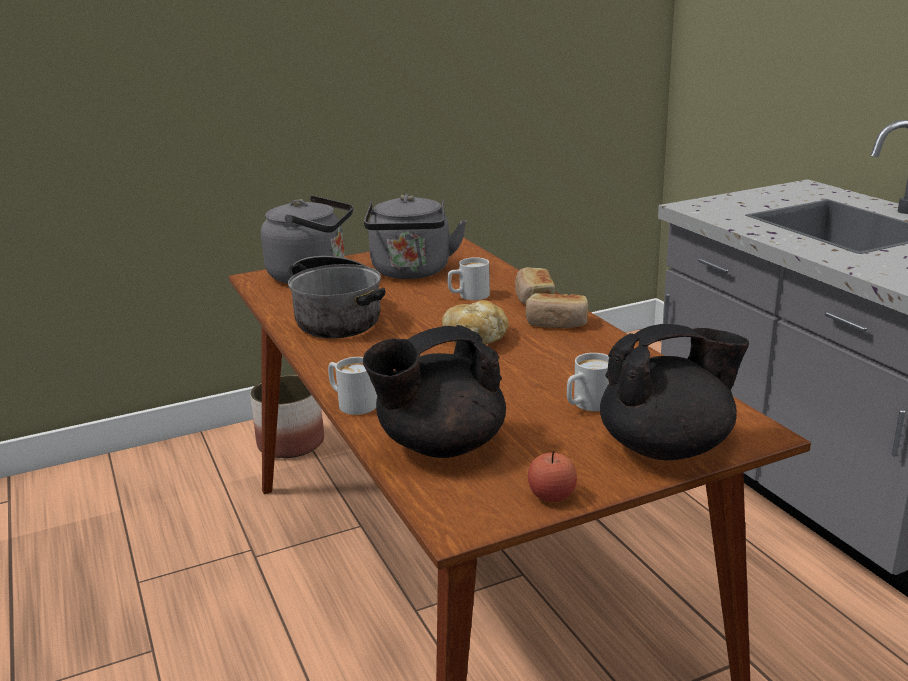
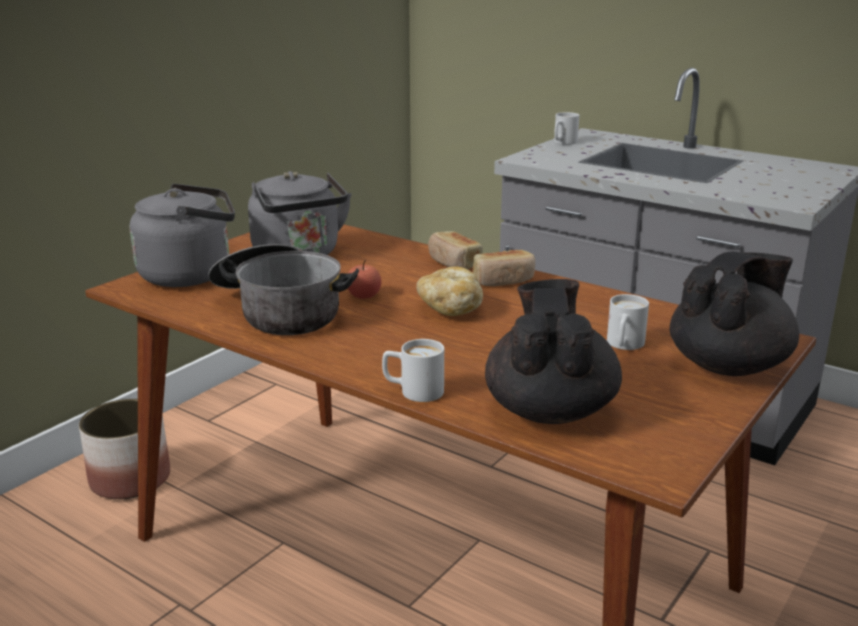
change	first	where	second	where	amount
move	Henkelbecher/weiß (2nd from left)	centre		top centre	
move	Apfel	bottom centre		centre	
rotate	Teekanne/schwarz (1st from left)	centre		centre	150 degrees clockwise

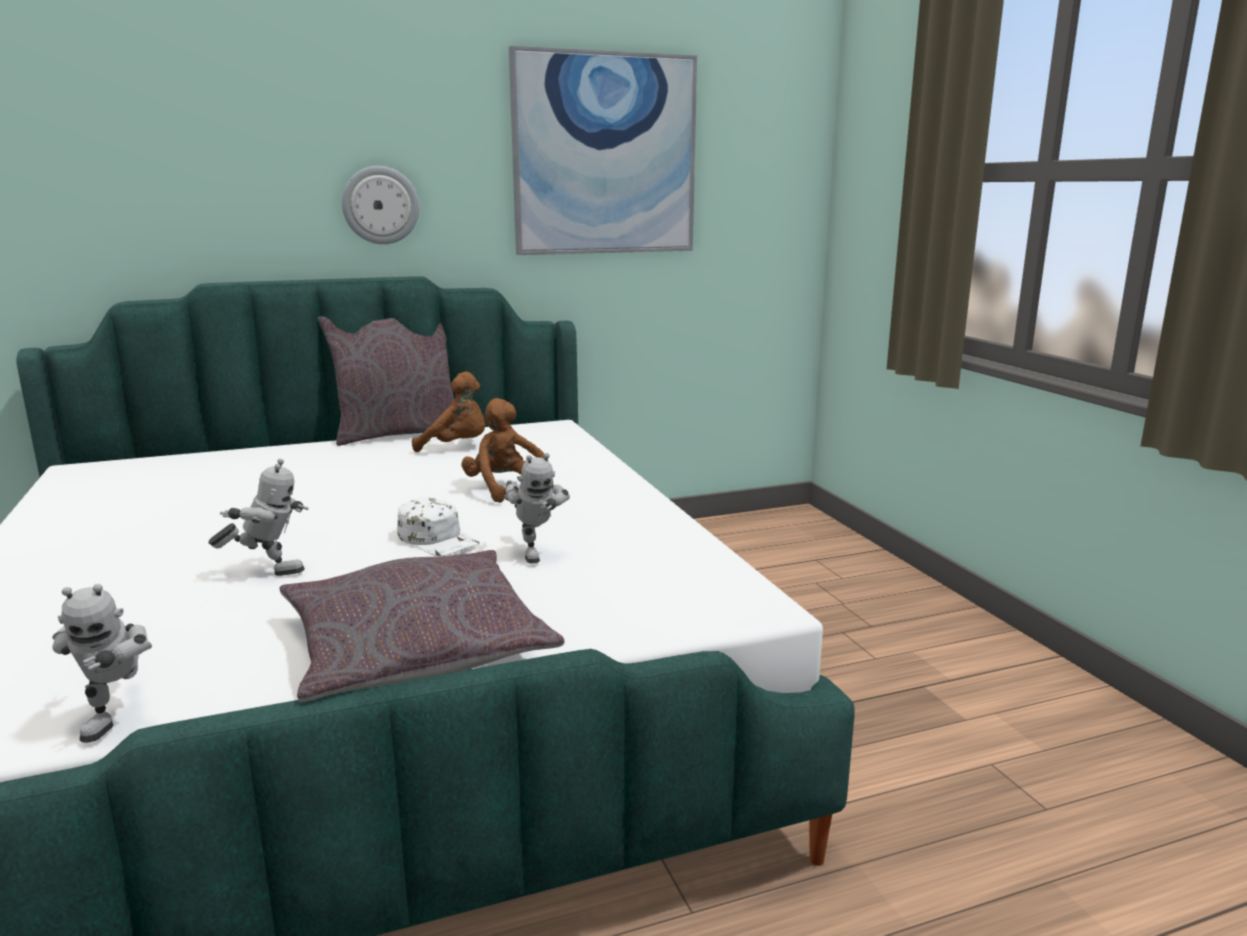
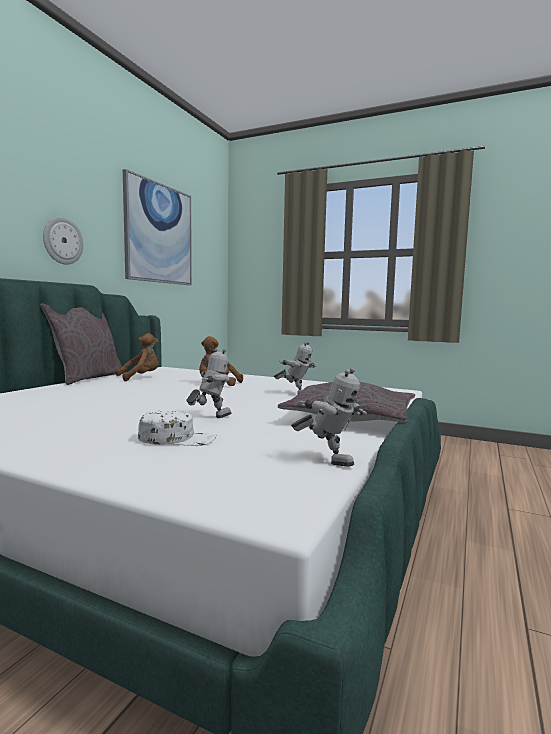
change	first	where	second	where	amount
move	Kappe/weiß	centre		middle left	

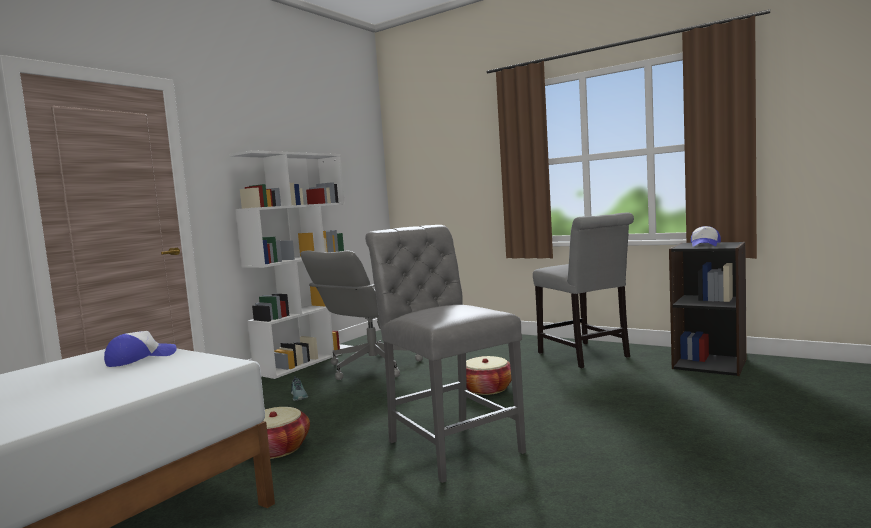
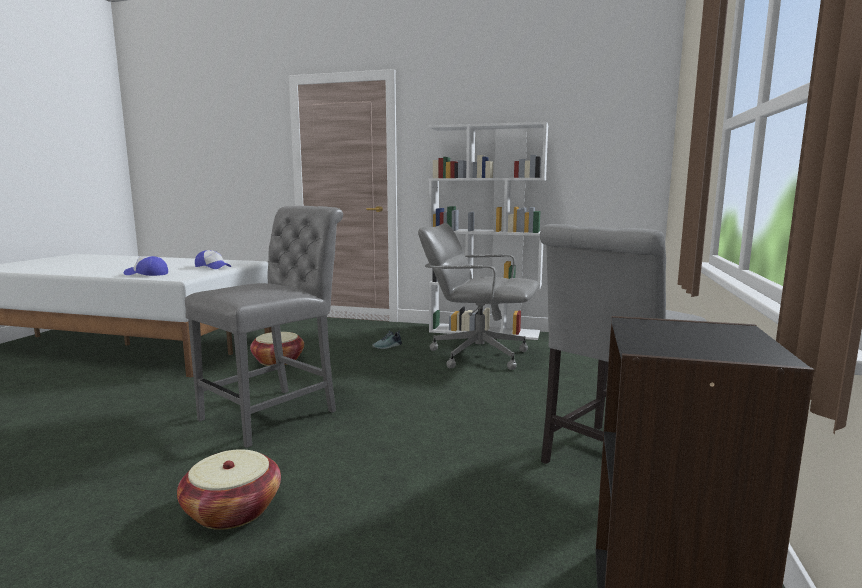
change	first	where	second	where	amount
move	Korb (2nd from left in the first image)	bottom centre	Korb (1st from left)	bottom left	
move	Kappe (2nd from left in the first image)	middle right	Kappe (1st from left)	middle left	

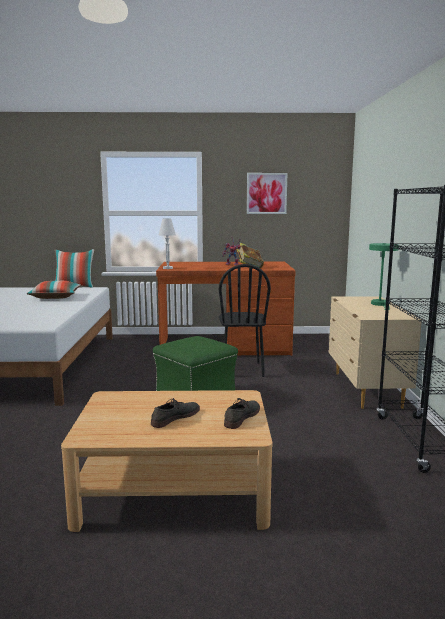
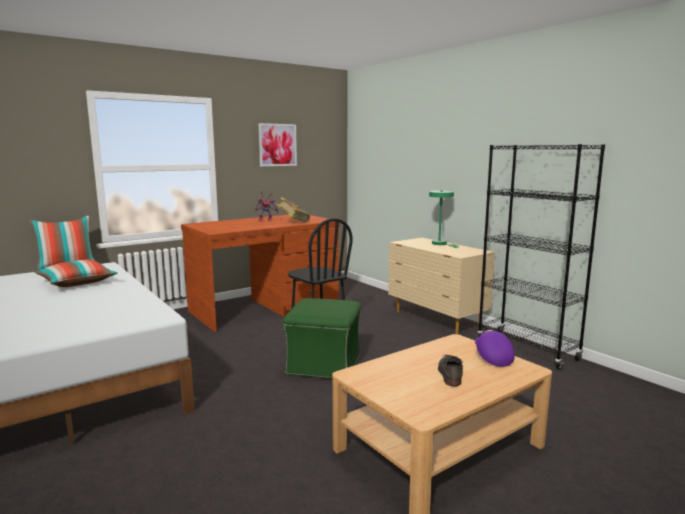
change	first	where	second	where	amount
delete	Tischlampe/weiß	centre			
replace	Schuh/grau (2nd from left)	bottom centre	Kappe/lila	bottom right	

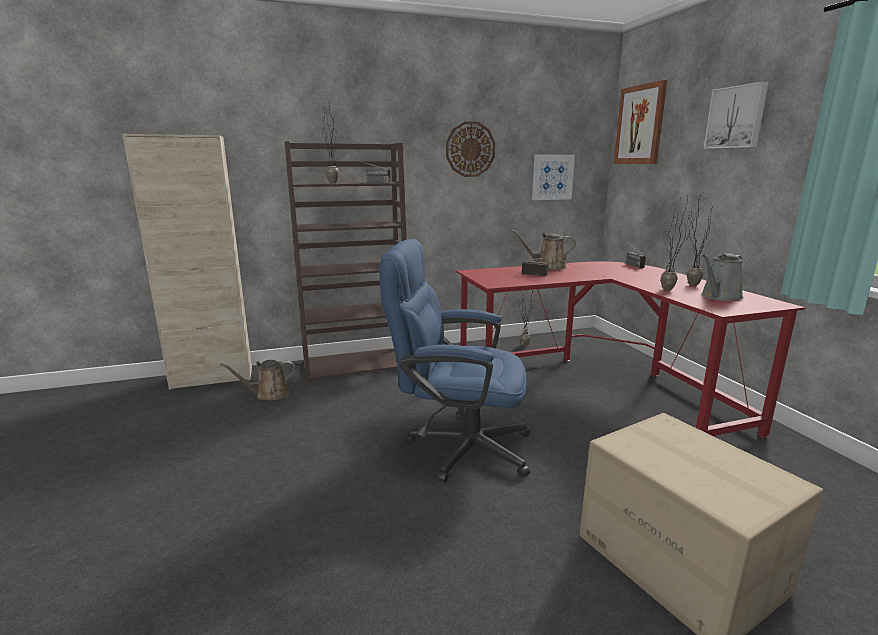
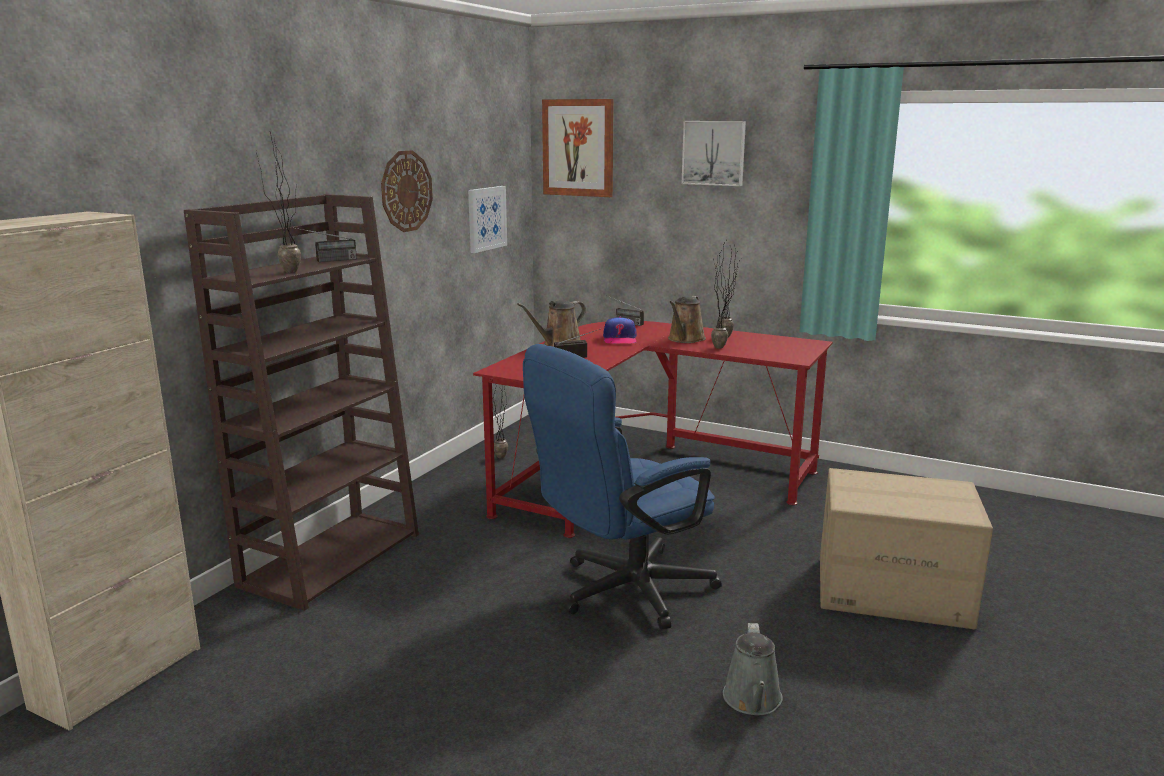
change	first	where	second	where	amount
insert			Kappe	centre	
move	Gießkanne/braun (1st from left in the first image)	middle left	Gießkanne/braun (2nd from left)	centre	
move	Gießkanne/grau	middle right		bottom centre	

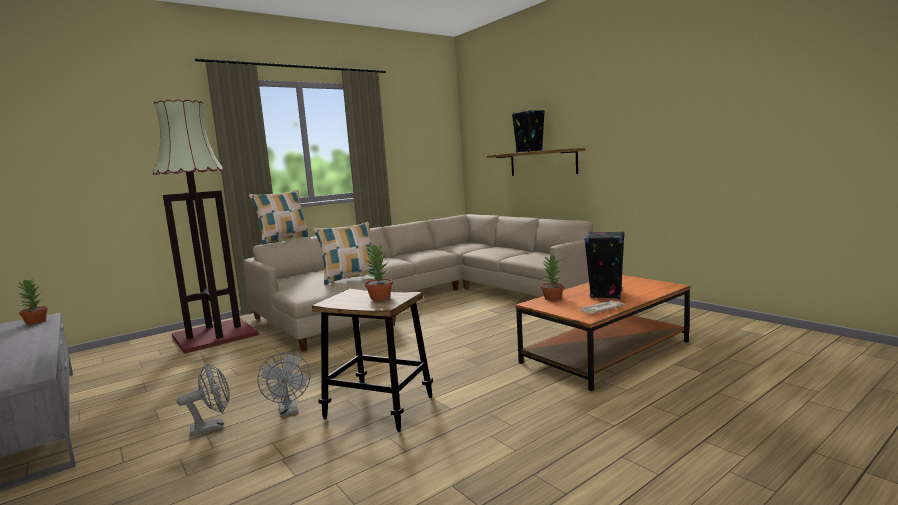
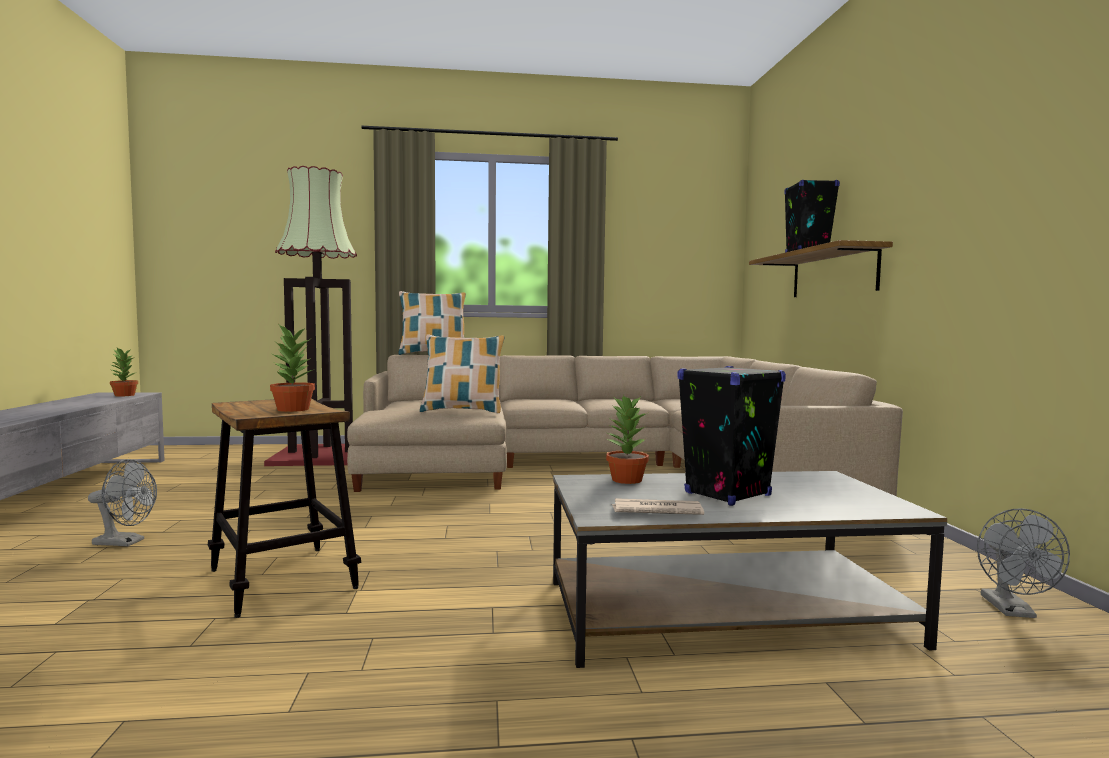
change	first	where	second	where	amount
move	Ventilator/grau (2nd from left)	bottom left		bottom right	
recolor	Couchtisch/orange	middle right	Couchtisch/grau	bottom right	

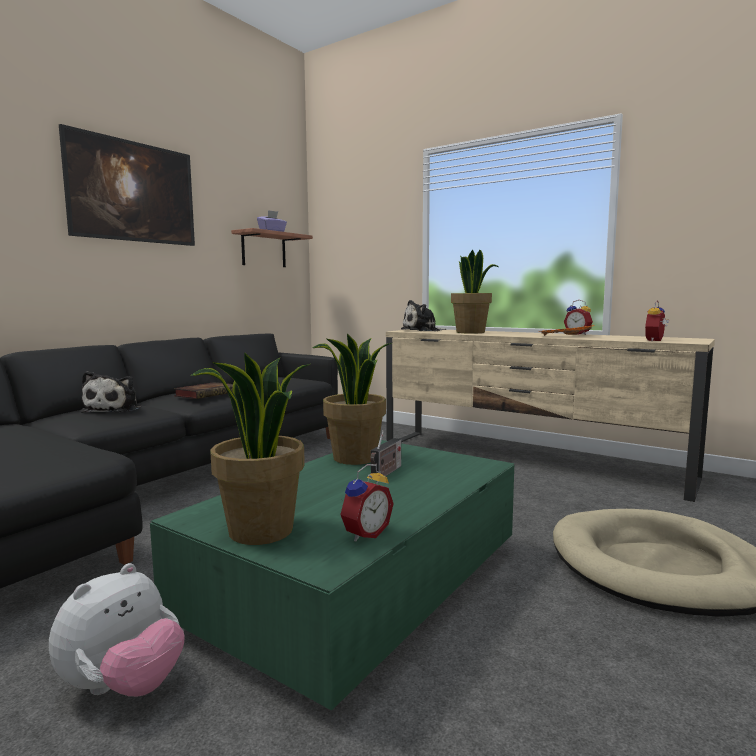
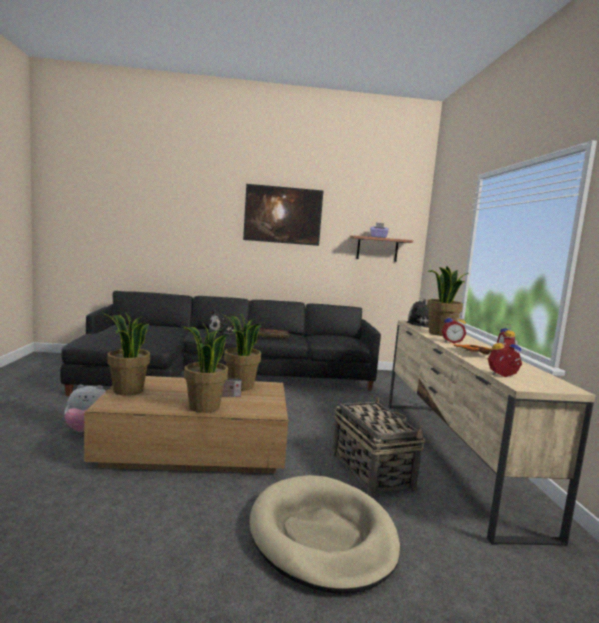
change	first	where	second	where	amount
insert			Topfpflanze (2nd from left)	centre	
insert			Korb	bottom centre	
move	Wecker (1st from left)	centre		middle right	
recolor	Couchtisch/grün	bottom centre	Couchtisch/braun	bottom left	

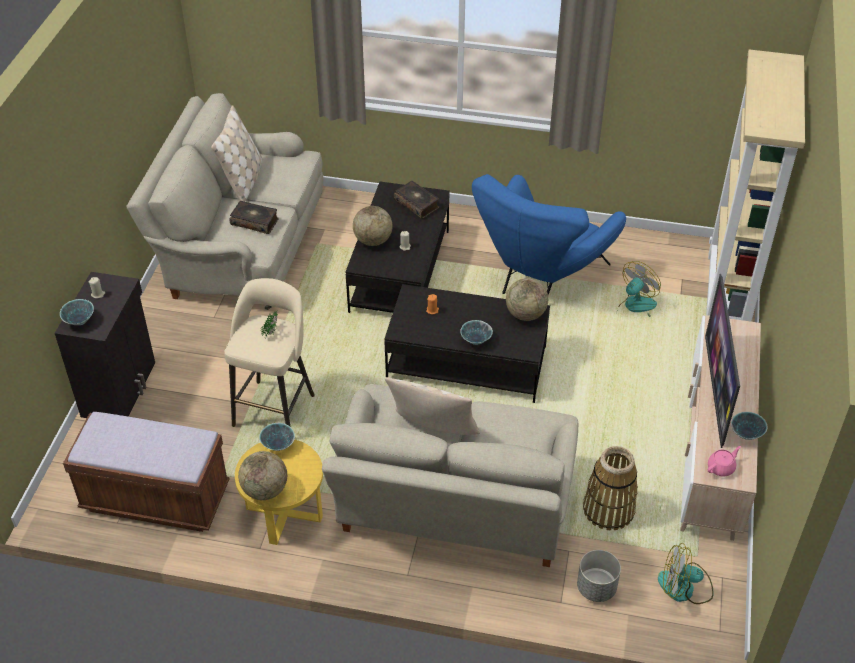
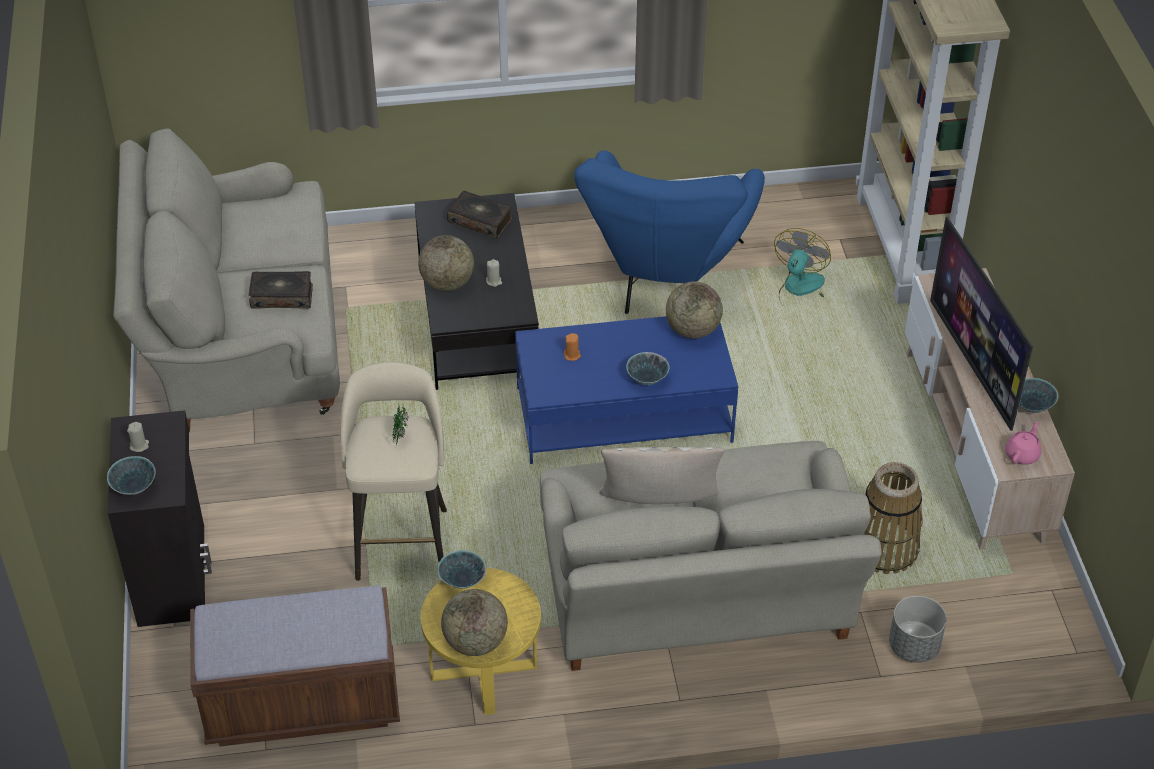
change	first	where	second	where	amount
delete	Kissen/beige (1st from left)	top left			
delete	Ventilator (2nd from left)	bottom right			
recolor	Couchtisch/schwarz (2nd from left)	centre	Couchtisch/blau	centre	

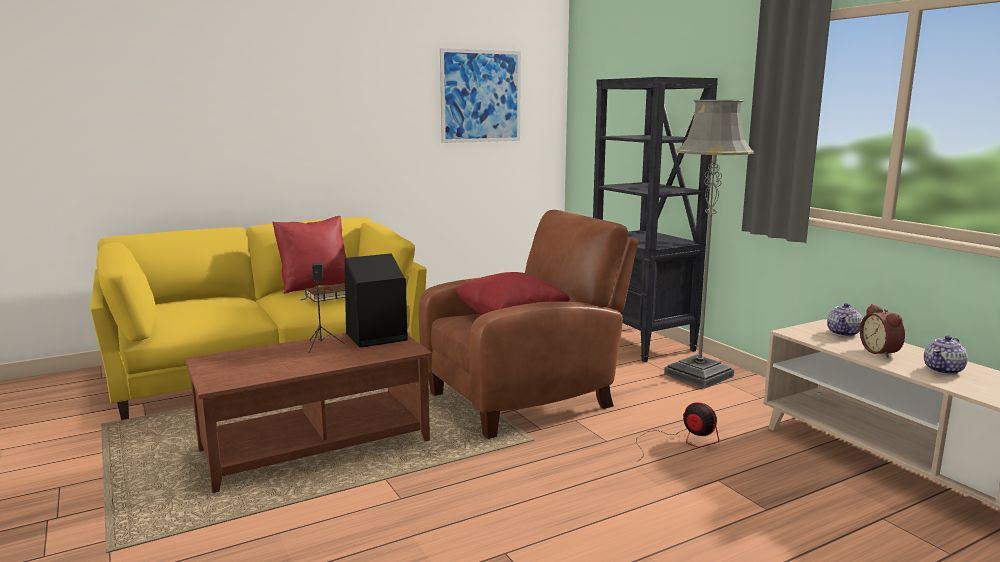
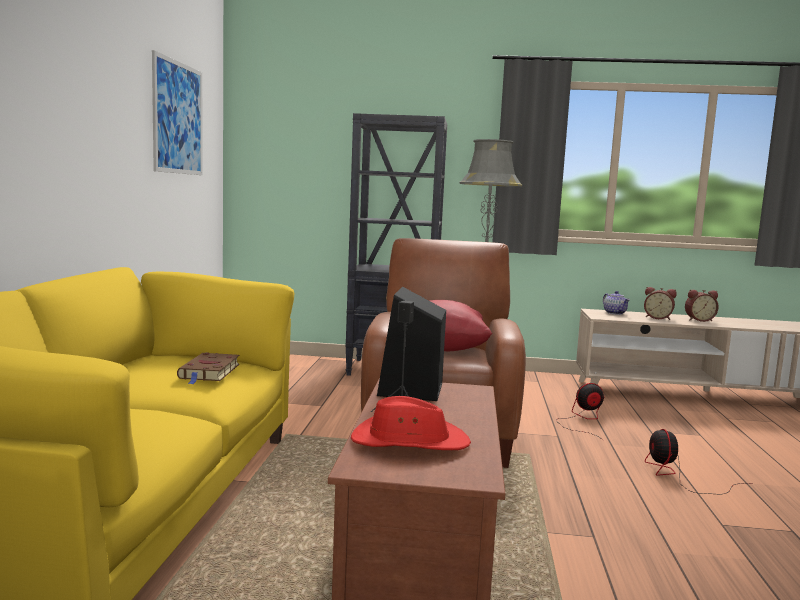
change	first	where	second	where	amount
delete	Kissen/rot (1st from left)	middle left			
insert			Hut/rot	bottom centre	
insert			Ventilator (2nd from left)	bottom right	
replace	Teekanne (2nd from left)	middle right	Wecker (2nd from left)	middle right	

